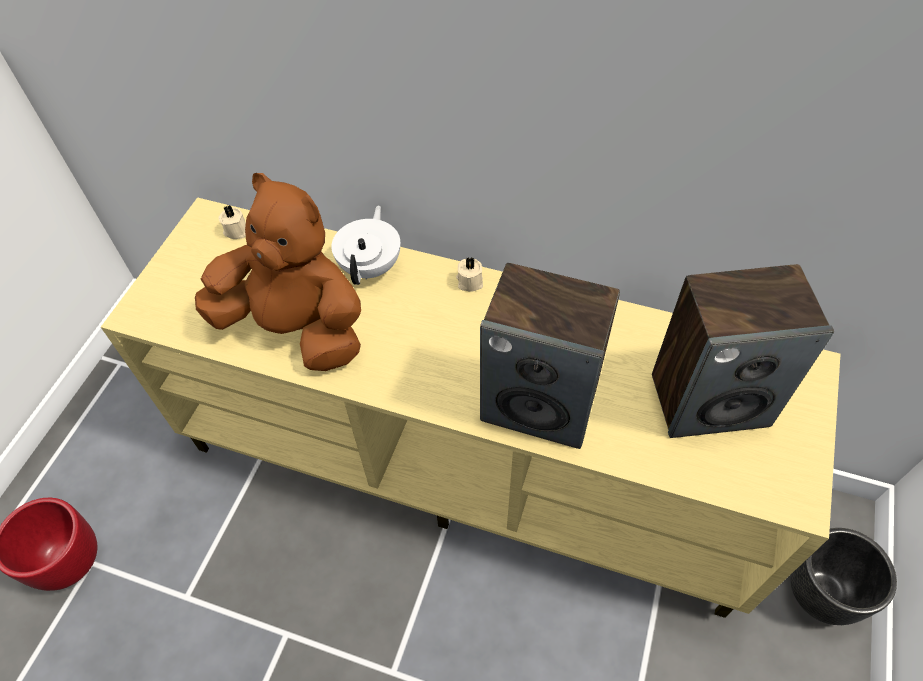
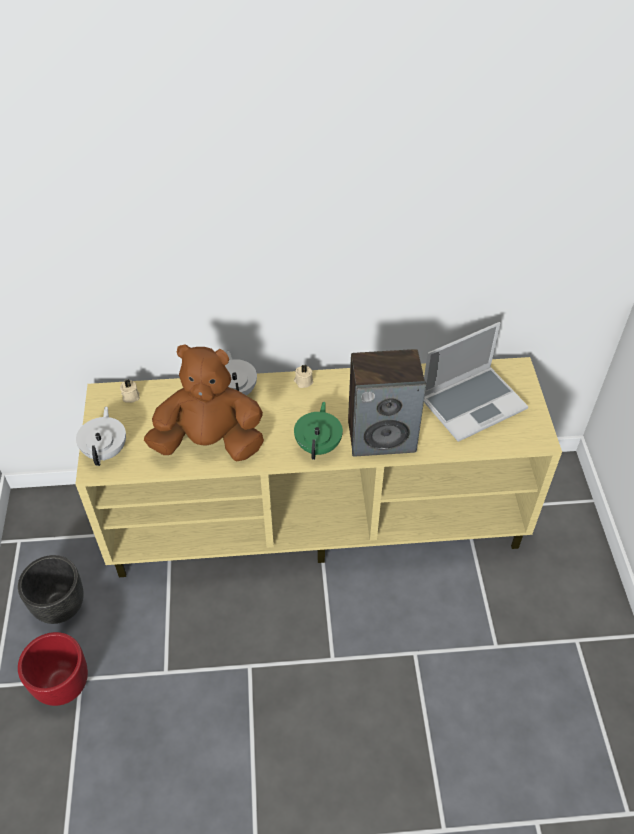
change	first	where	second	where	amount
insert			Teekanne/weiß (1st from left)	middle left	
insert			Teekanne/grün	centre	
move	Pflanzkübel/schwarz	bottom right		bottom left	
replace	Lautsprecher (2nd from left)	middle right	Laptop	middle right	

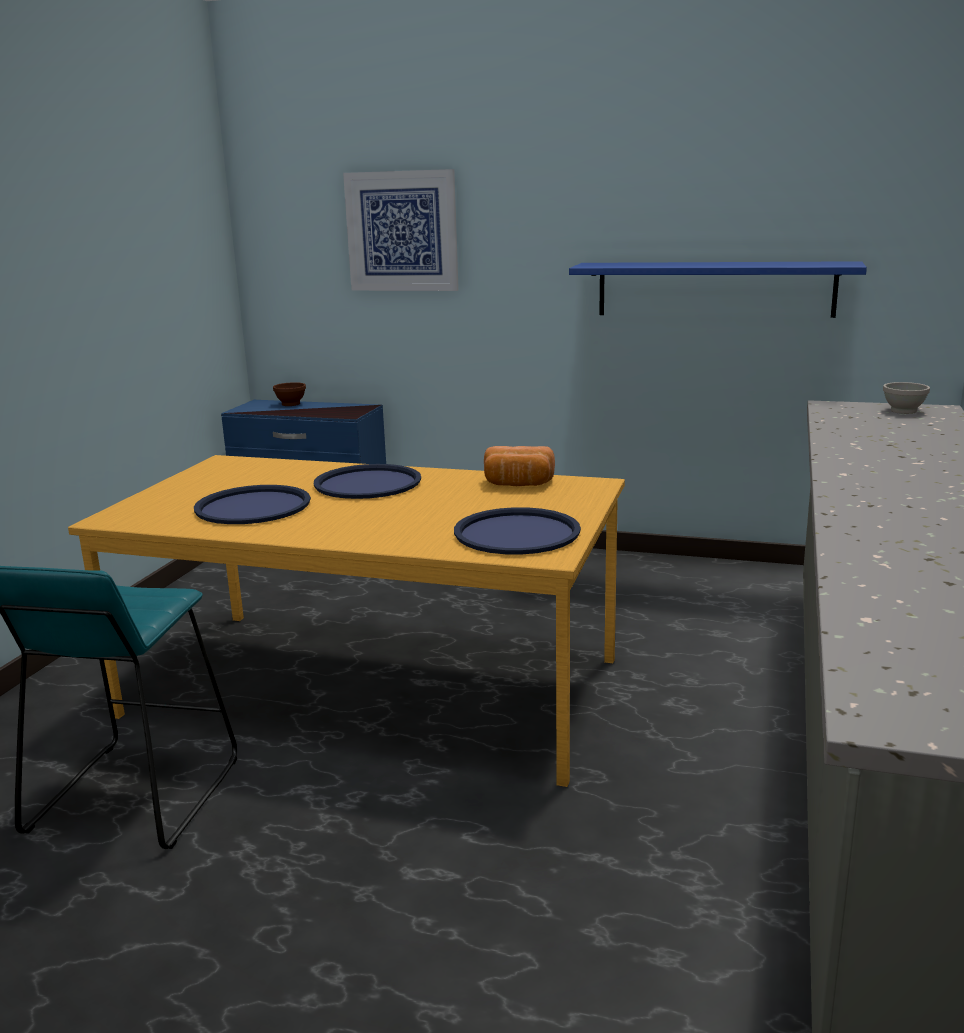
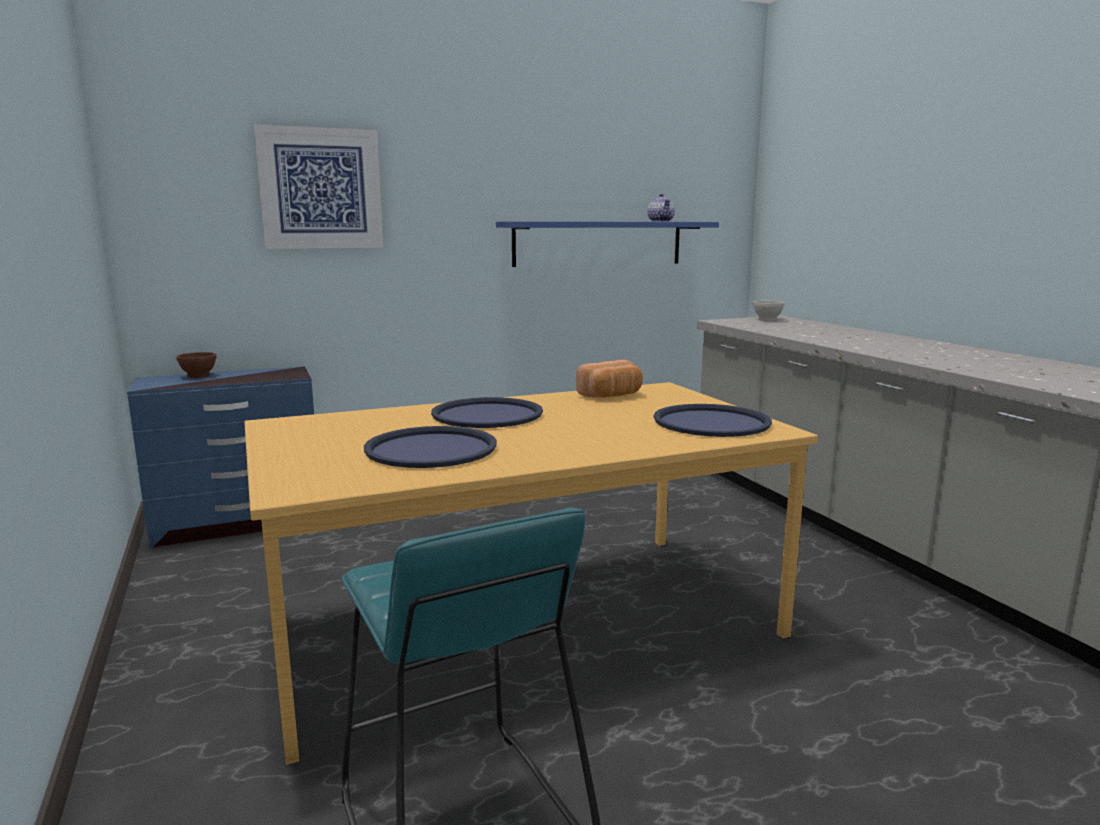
change	first	where	second	where	amount
insert			Teekanne	top centre	

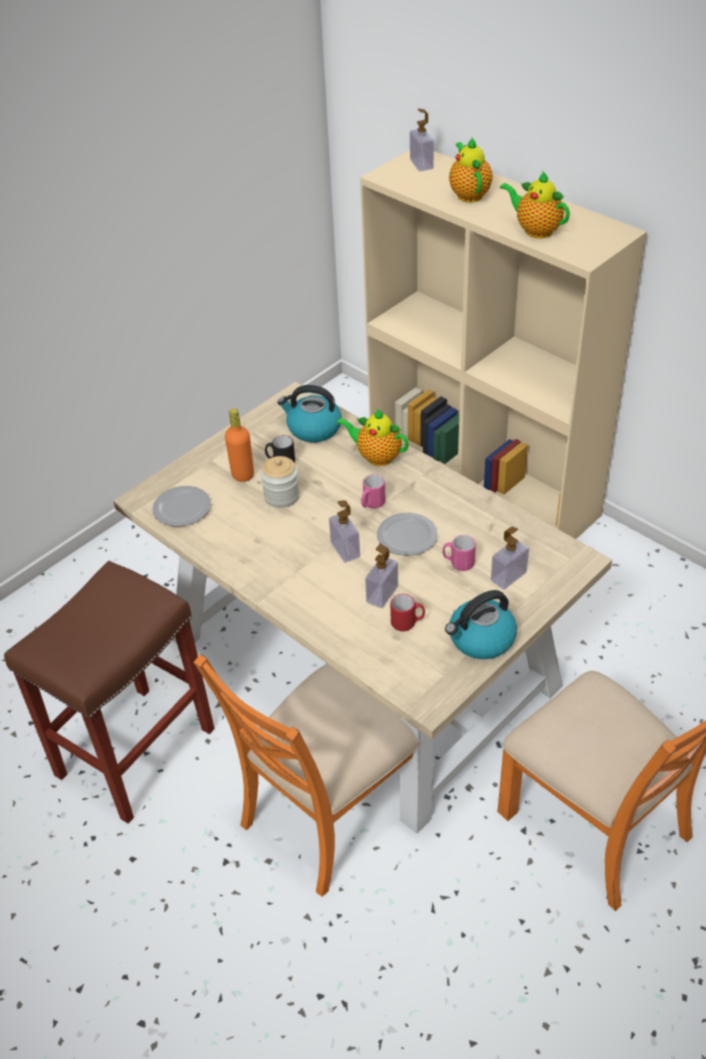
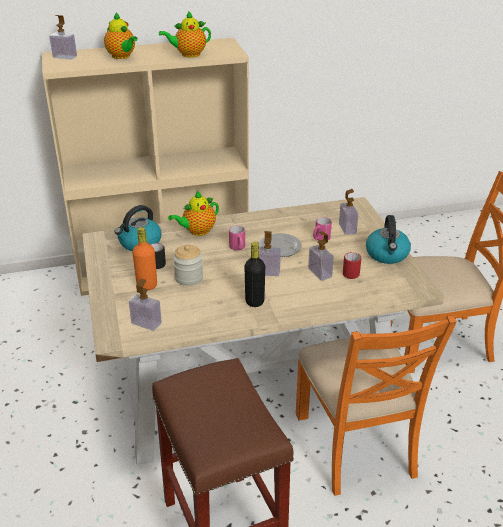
change	first	where	second	where	amount
insert			Flasche/schwarz	centre	
replace	Teller (1st from left)	middle left	Seifenspender (2nd from left)	middle left	
rotate	Teekanne (2nd from left in the first image)	top right	Teekanne (1st from left)	top left	150 degrees counterclockwise

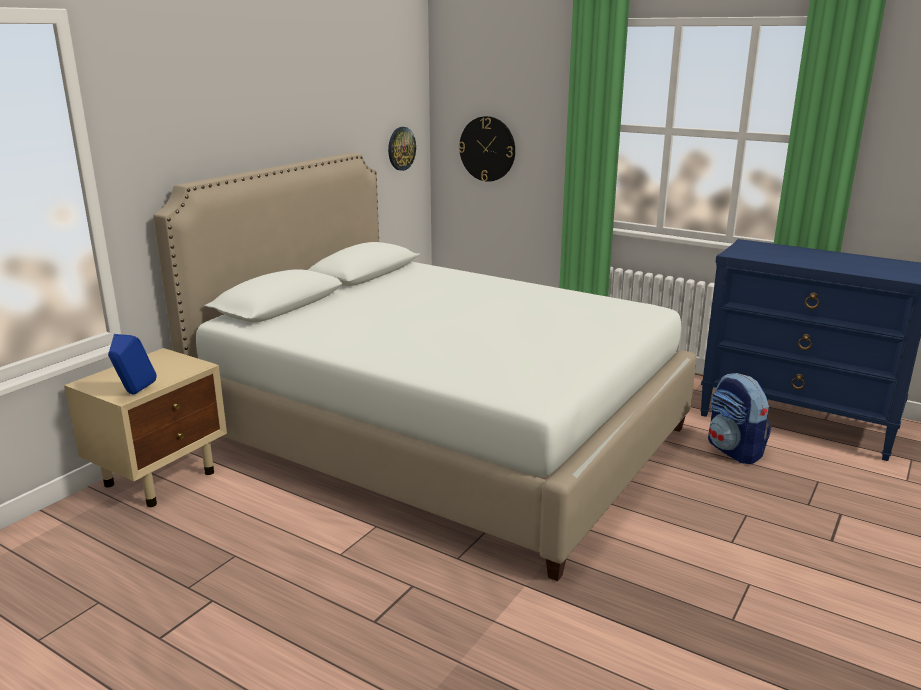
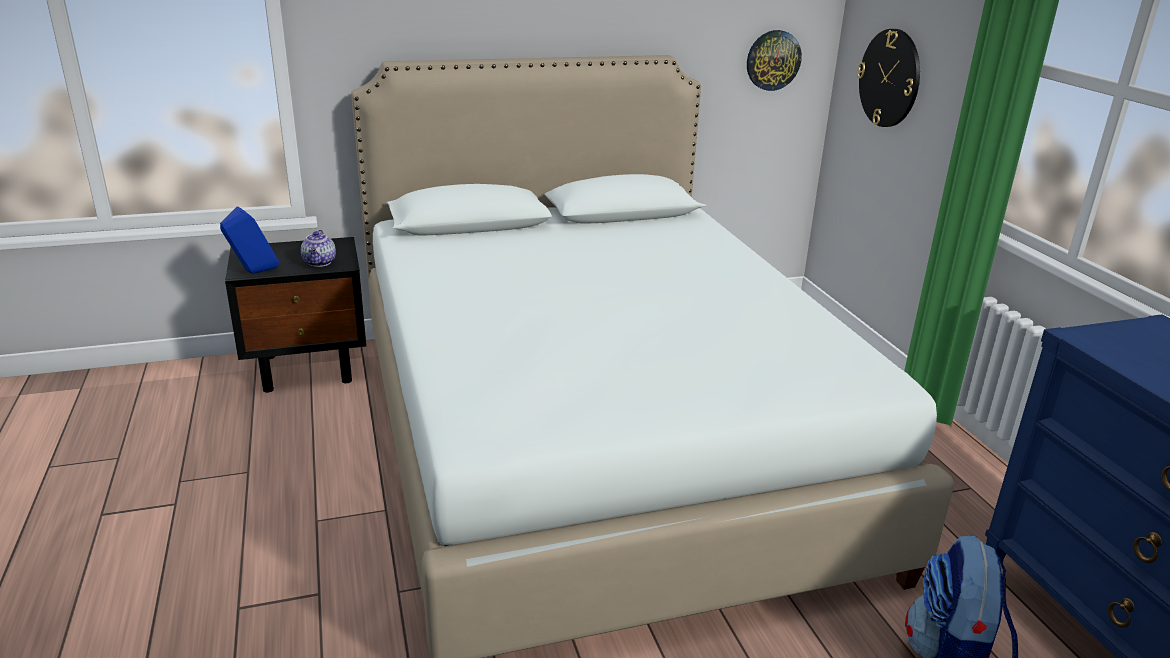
change	first	where	second	where	amount
insert			Teekanne	middle left	
recolor	Nachttisch/beige	middle left	Nachttisch/schwarz	middle left	

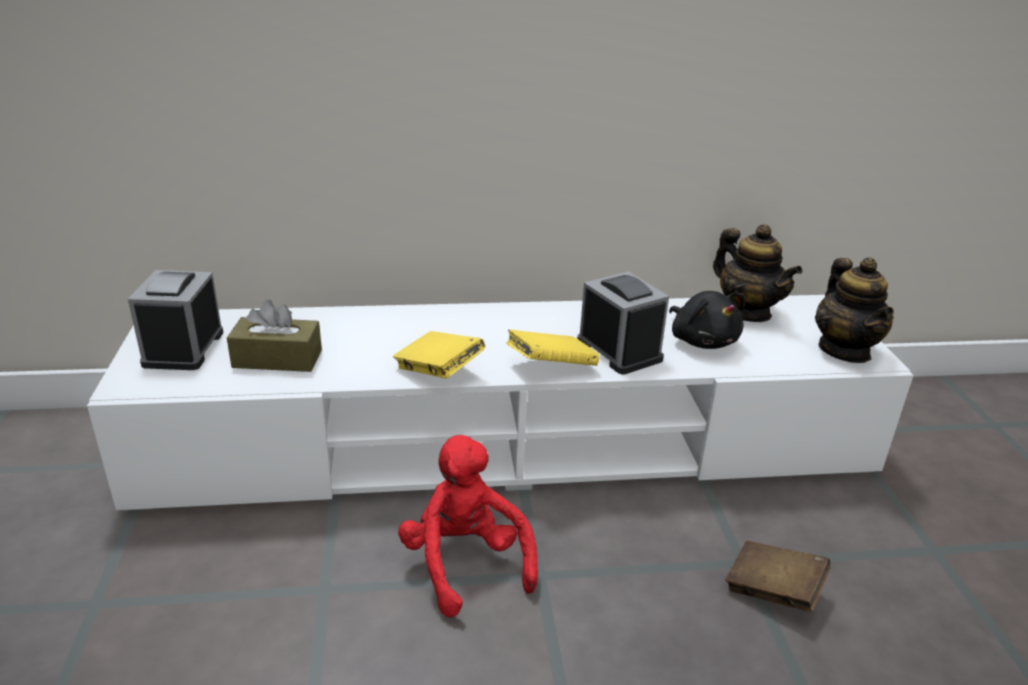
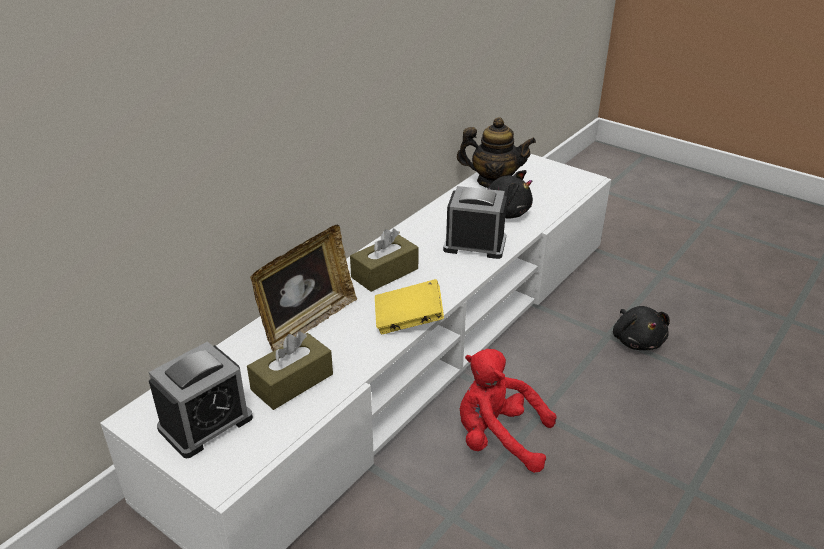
change	first	where	second	where	amount
delete	Buch/gelb (2nd from left)	centre			
delete	Teekanne (2nd from left)	middle right			
insert			Bilderrahmen	centre	
insert			Taschentuchbox/braun (2nd from left)	centre	
replace	Buch/braun	bottom right	Plüschtier/schwarz (2nd from left)	middle right	
rotate	Wecker (1st from left)	middle left		bottom left	90 degrees counterclockwise

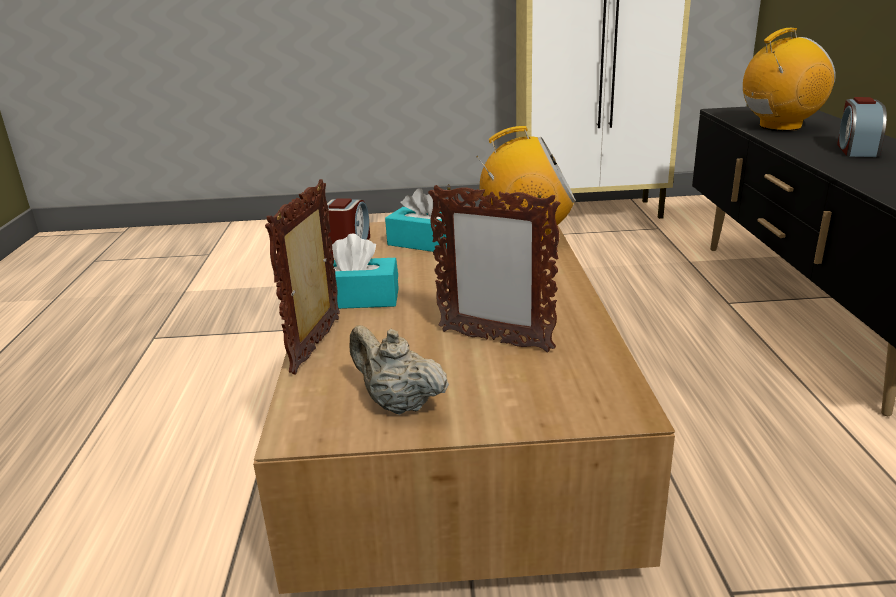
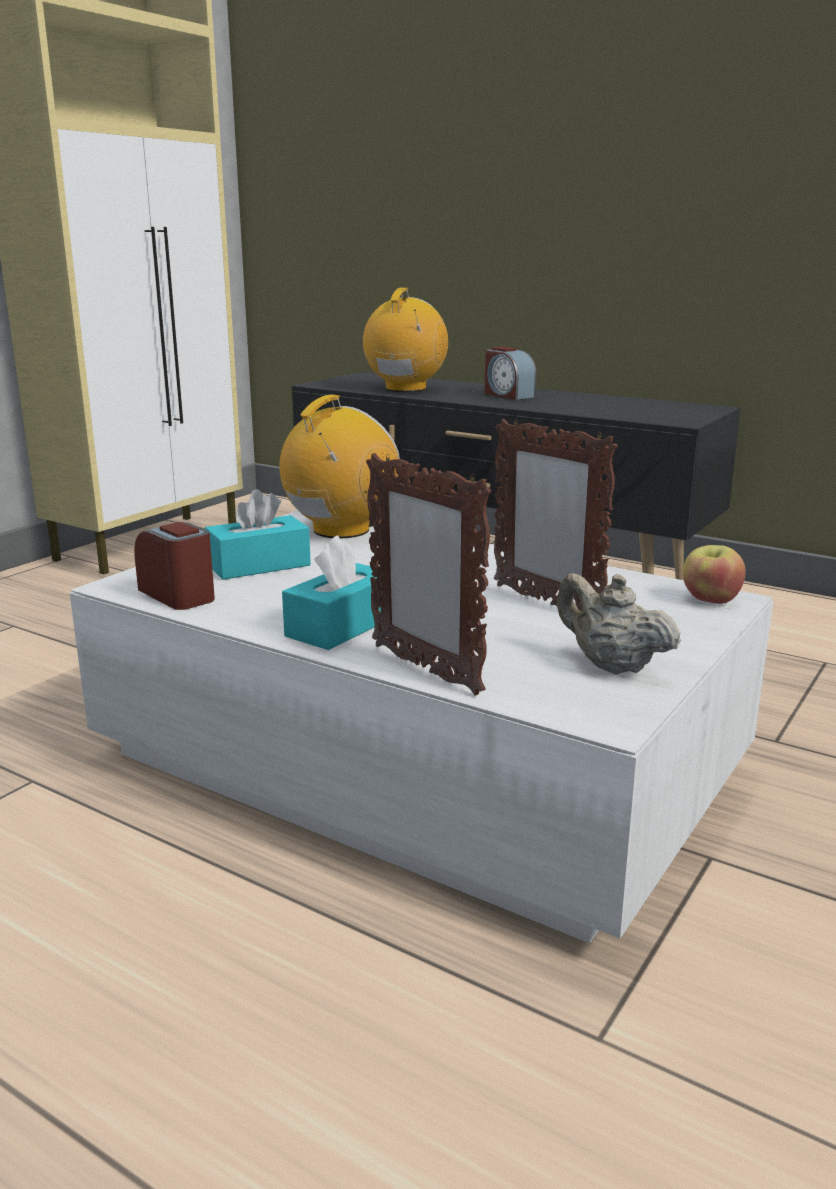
change	first	where	second	where	amount
insert			Apfel	middle right	
recolor	Couchtisch/braun	bottom centre	Couchtisch/weiß	centre	
rotate	Teekanne/beige	centre		middle right	60 degrees clockwise
rotate	Bilderrahmen (2nd from left)	centre		centre	75 degrees clockwise

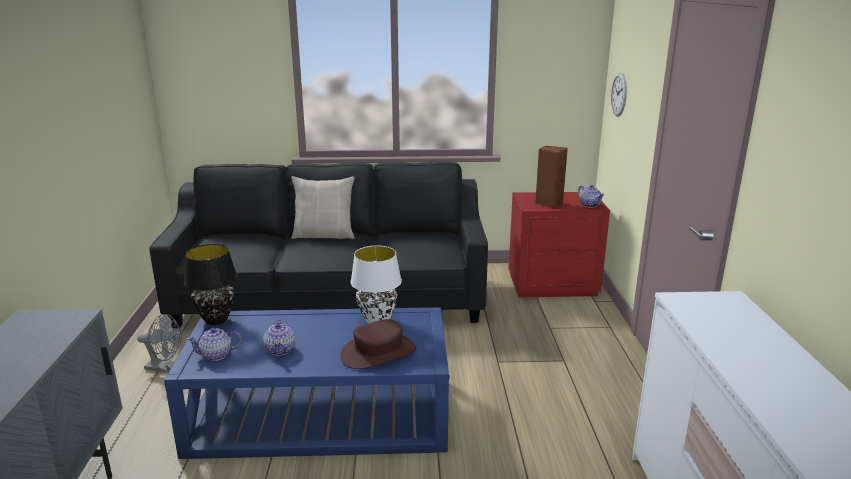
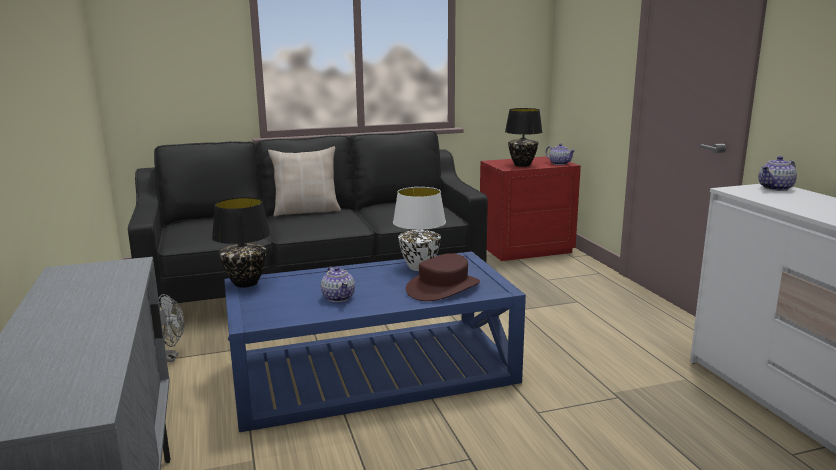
change	first	where	second	where	amount
delete	Wanduhr	top right			
move	Teekanne (1st from left in the first image)	bottom left	Teekanne (3rd from left)	middle right	
replace	Lautsprecher/braun	centre	Tischlampe/schwarz (2nd from left)	top centre	

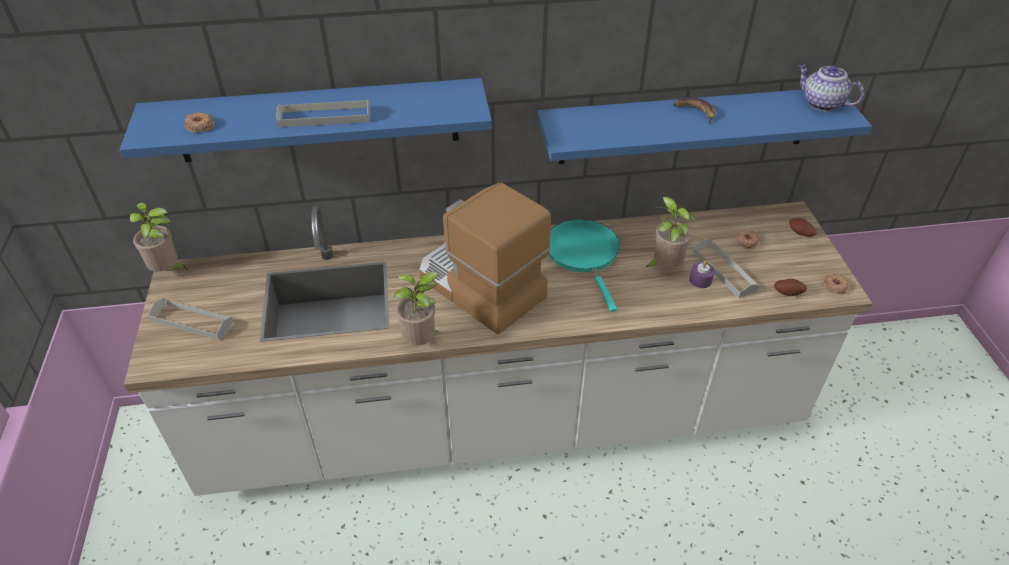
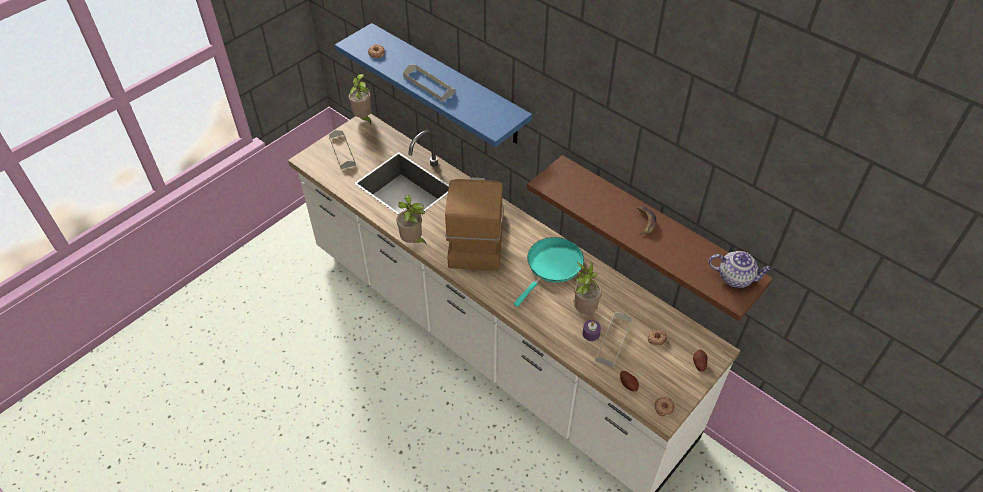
change	first	where	second	where	amount
recolor	Wandregal/blau (2nd from left)	top right	Wandregal/braun	centre	
rotate	Teekanne	top right		middle right	105 degrees clockwise

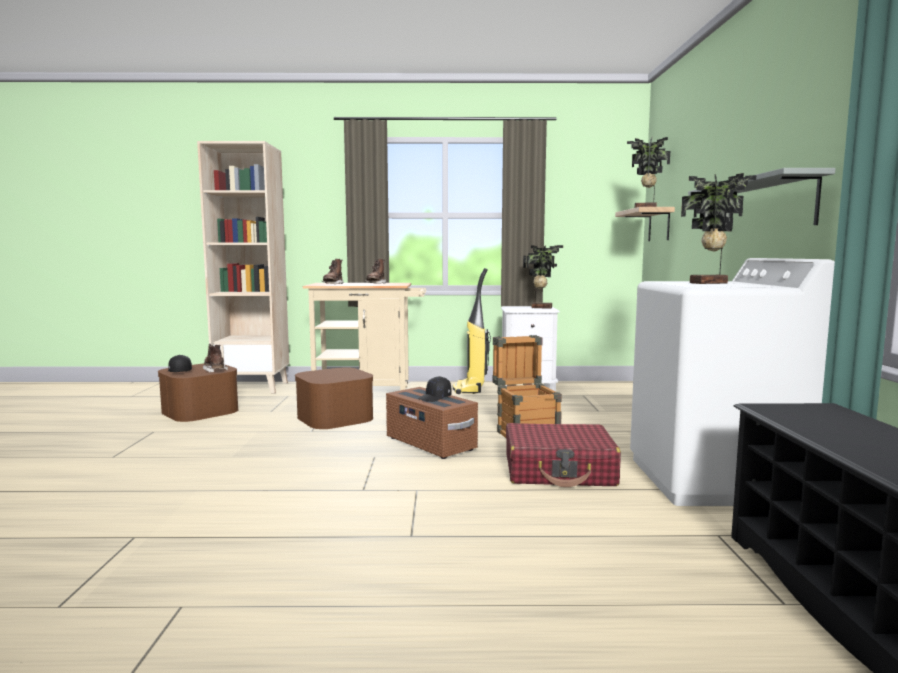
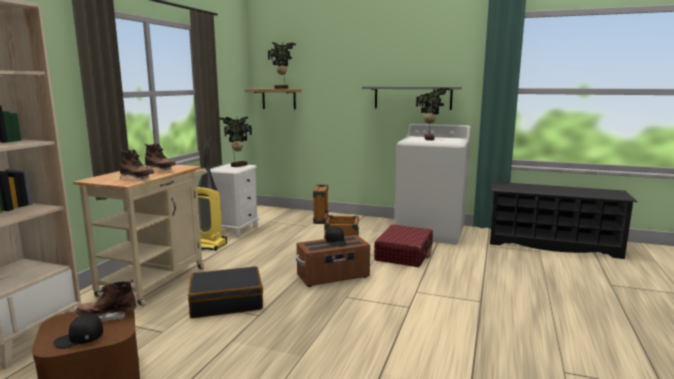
change	first	where	second	where	amount
replace	Aufbewahrungsbox/braun (2nd from left)	centre	Koffer/schwarz	bottom centre	

